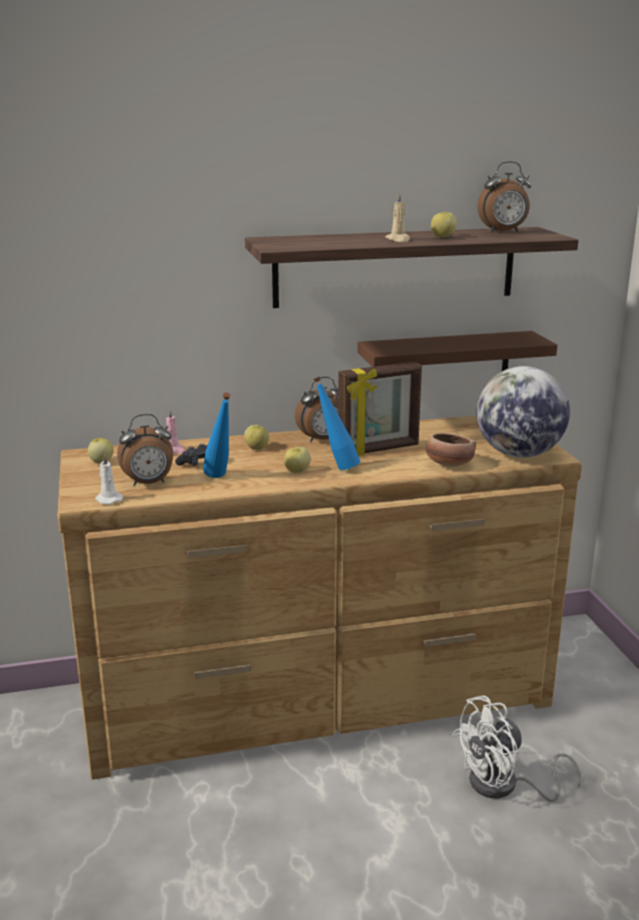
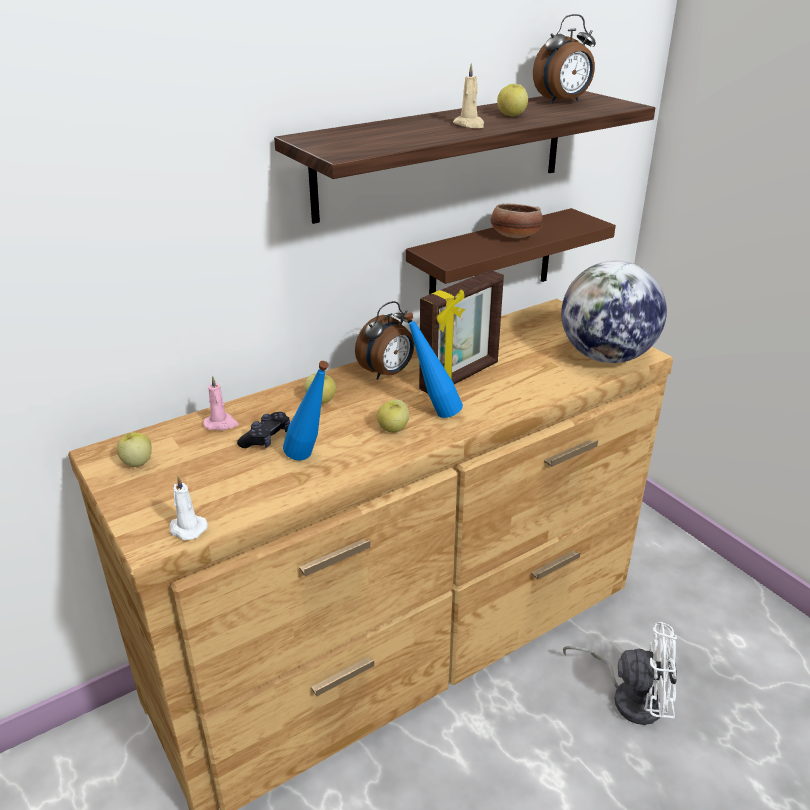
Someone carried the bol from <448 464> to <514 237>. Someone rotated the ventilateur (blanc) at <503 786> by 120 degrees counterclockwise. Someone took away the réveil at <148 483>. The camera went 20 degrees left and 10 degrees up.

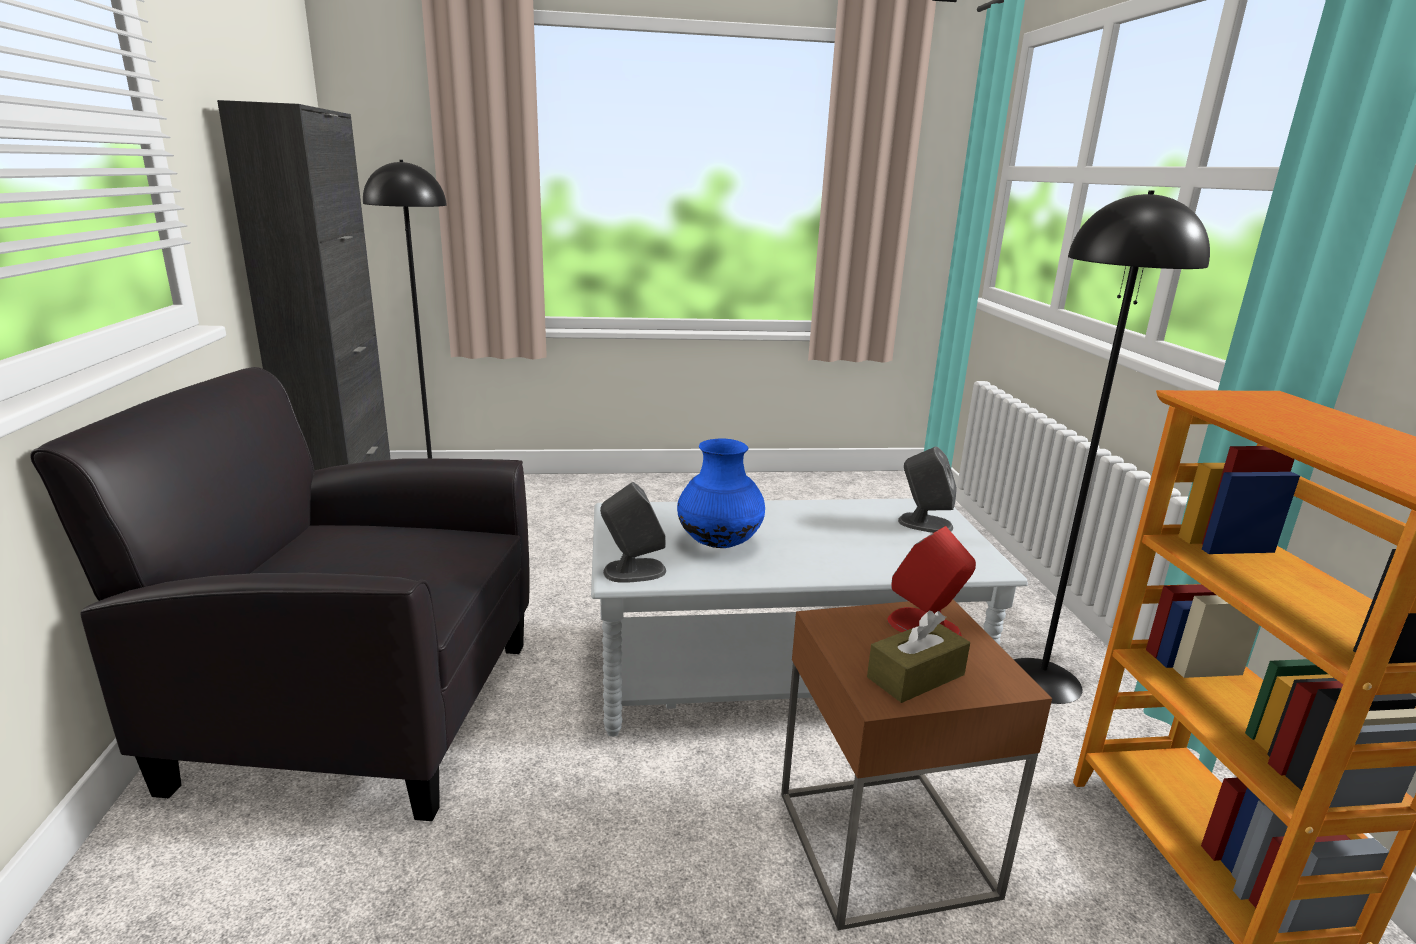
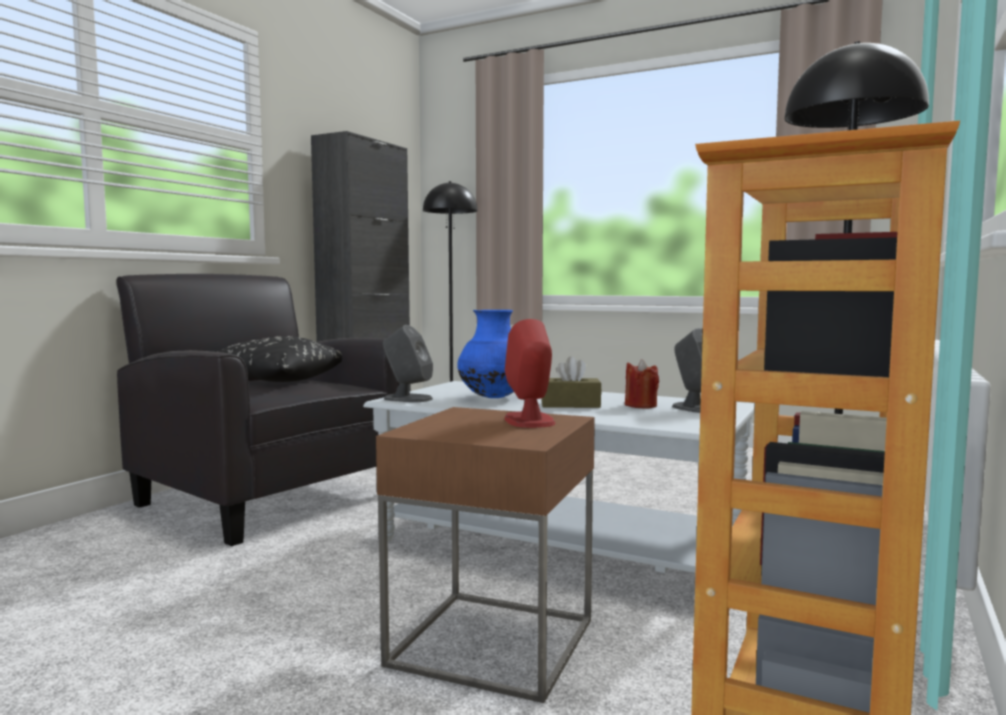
Someone put down the coussin (noir) at <275 380>. Someone carried the boîte à mouchoirs (marron) from <915 676> to <570 405>. Someone put down the bougie (rouge) at <640 405>. The camera went 35 degrees right and 15 degrees down.

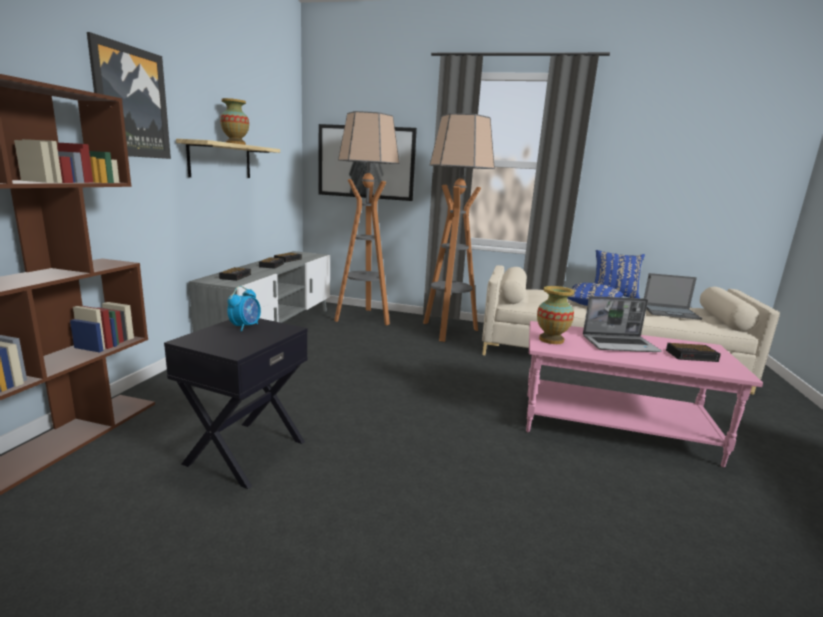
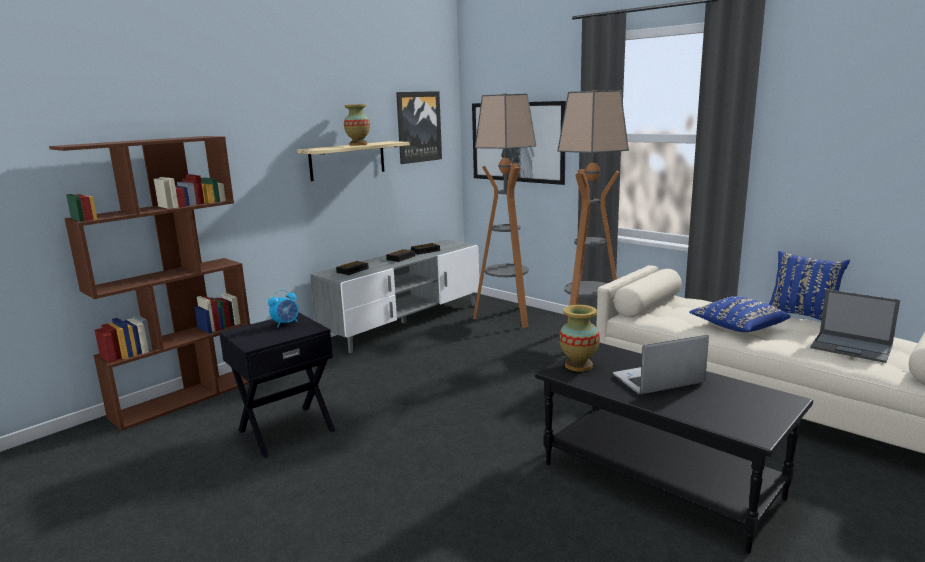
Someone carried the tableau from <131 102> to <418 127>. Someone repainted the table basse (rose) at <614 426>, which became the table basse (noir) at <661 480>. Someone rotated the ordinateur portable at <620 344> by 135 degrees clockwise. Someone took away the réveil at <692 356>. The camera went 30 degrees right and 0 degrees up.

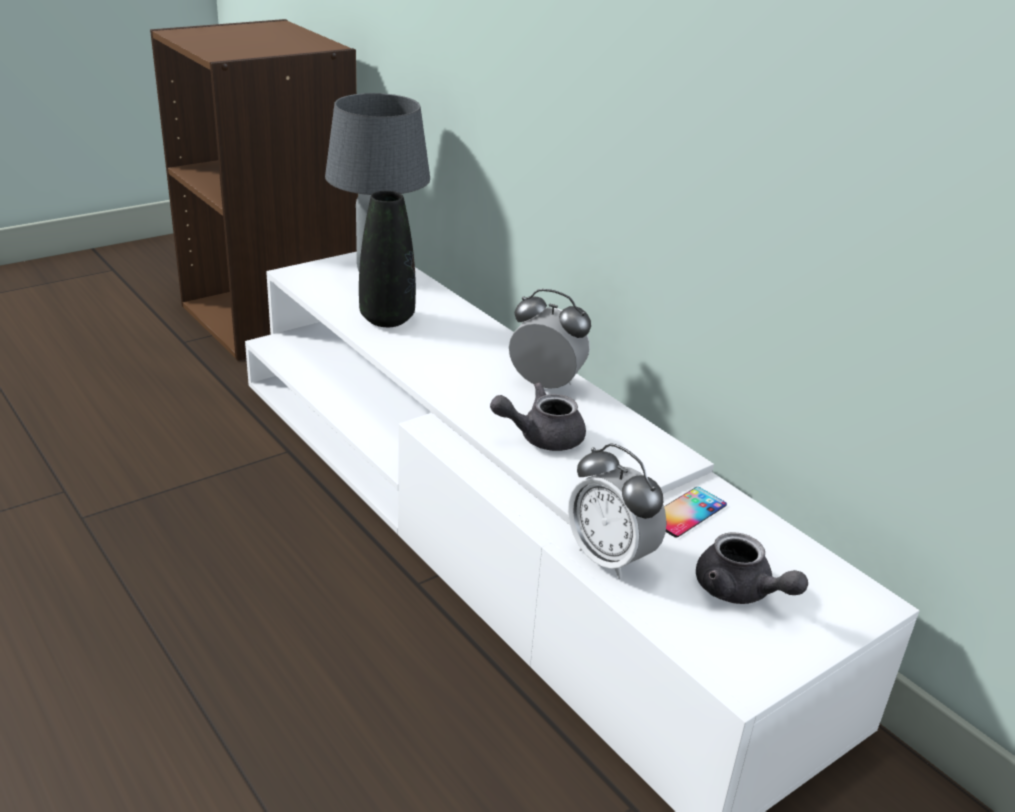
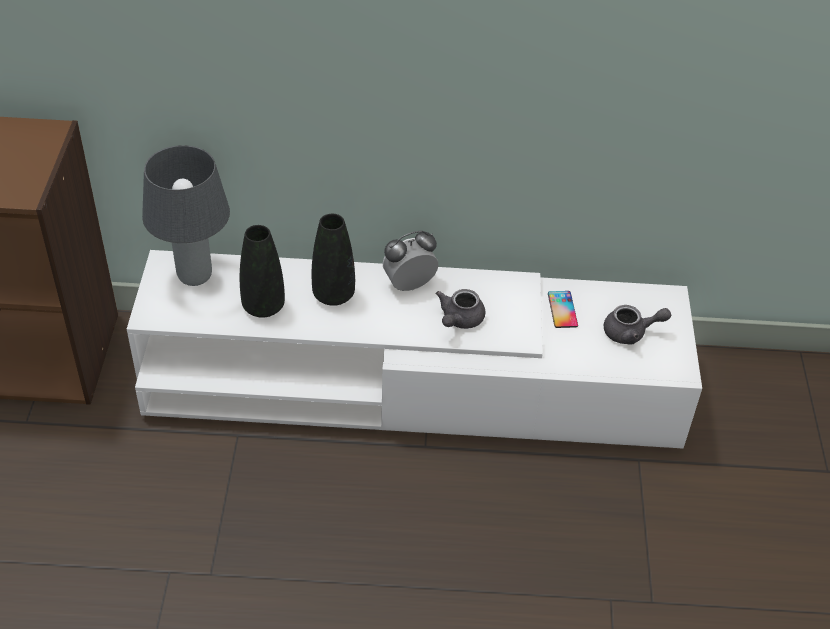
Someone put down the vase (noir) at <333 295>. Someone took away the réveil at <610 558>. The camera went 50 degrees left and 15 degrees up.

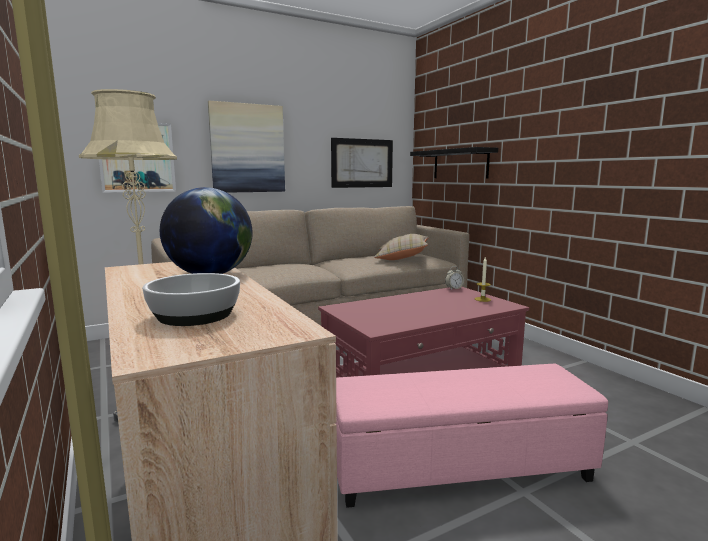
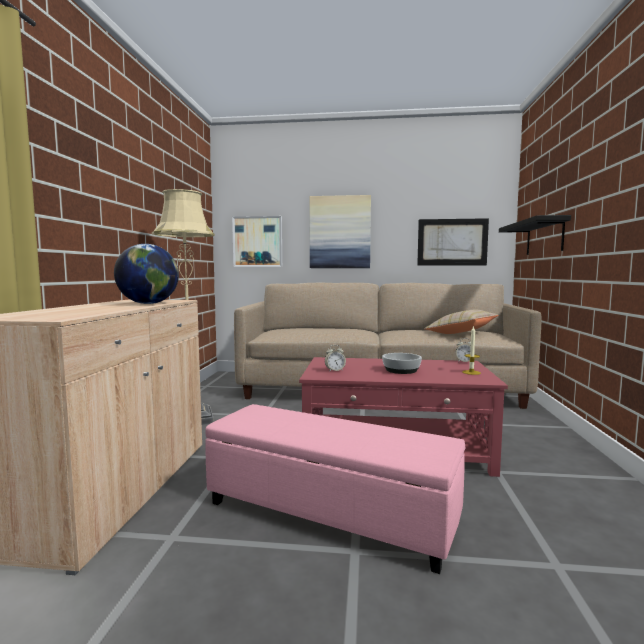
Someone put down the réveil at <335 370>. Someone carried the bol from <193 315> to <401 370>. The camera went 35 degrees right and 5 degrees down.

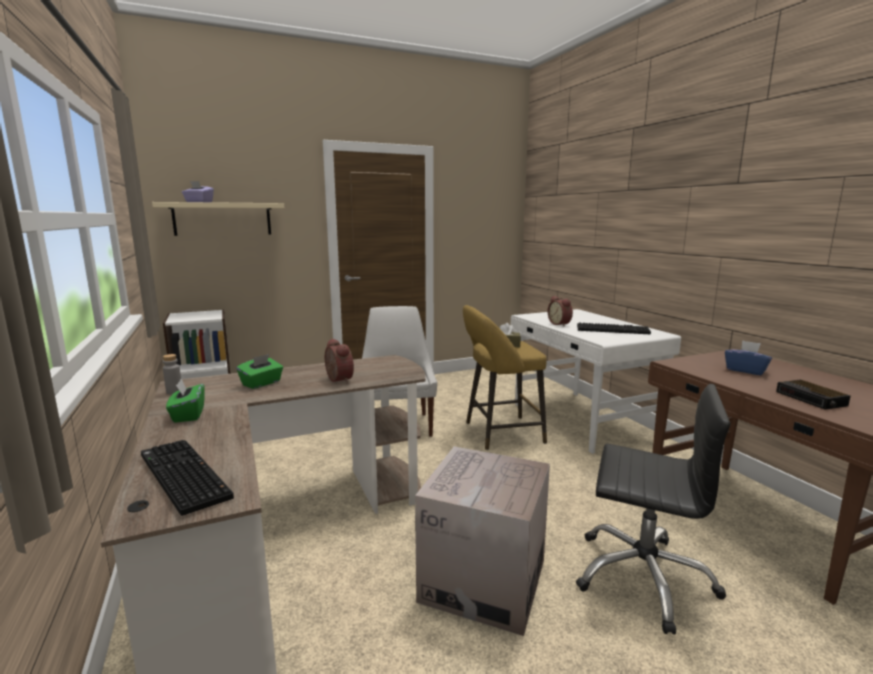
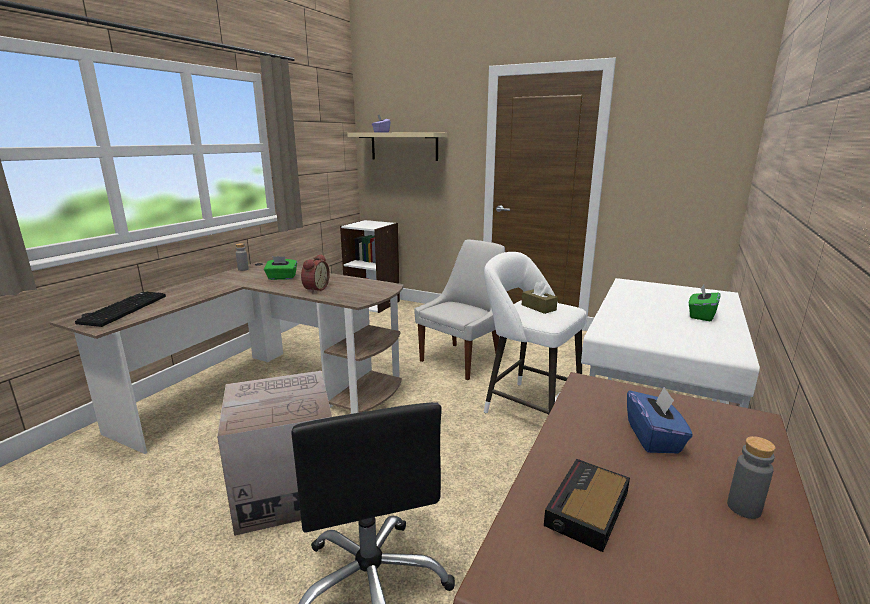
Someone repainted the tabouret (jaune) at <499 433>, which became the tabouret (blanc) at <527 406>. Someone carried the boîte à mouchoirs (vert) from <188 415> to <701 315>. Someone put down the bouteille (gris) at <744 508>. Someone took away the réveil at <560 324>. Someone took away the clavier at <613 330>. The camera went 50 degrees right and 5 degrees up.

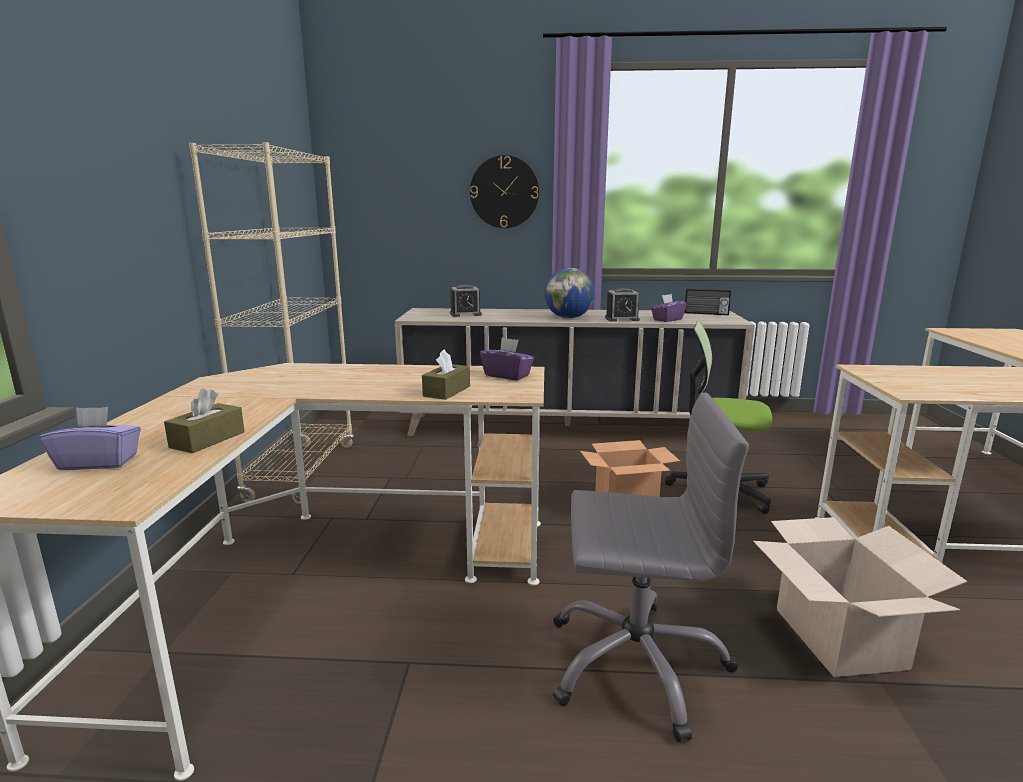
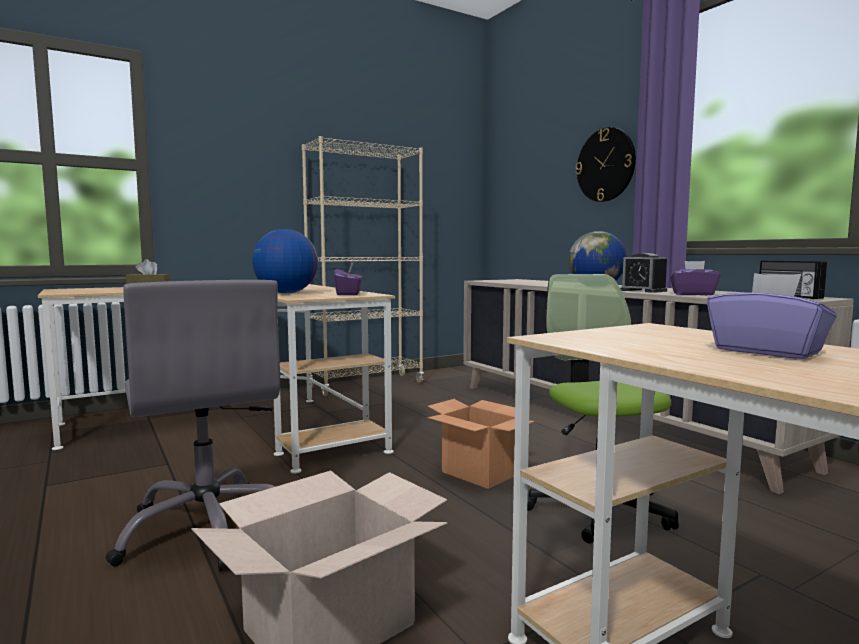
Someone swapped the boîte à mouchoirs (marron) at <447 391> for the globe at <286 293>. Someone carried the boîte à mouchoirs (violet) from <99 462> to <767 351>. Someone took away the réveil at <465 314>. The camera went 55 degrees right and 10 degrees down.

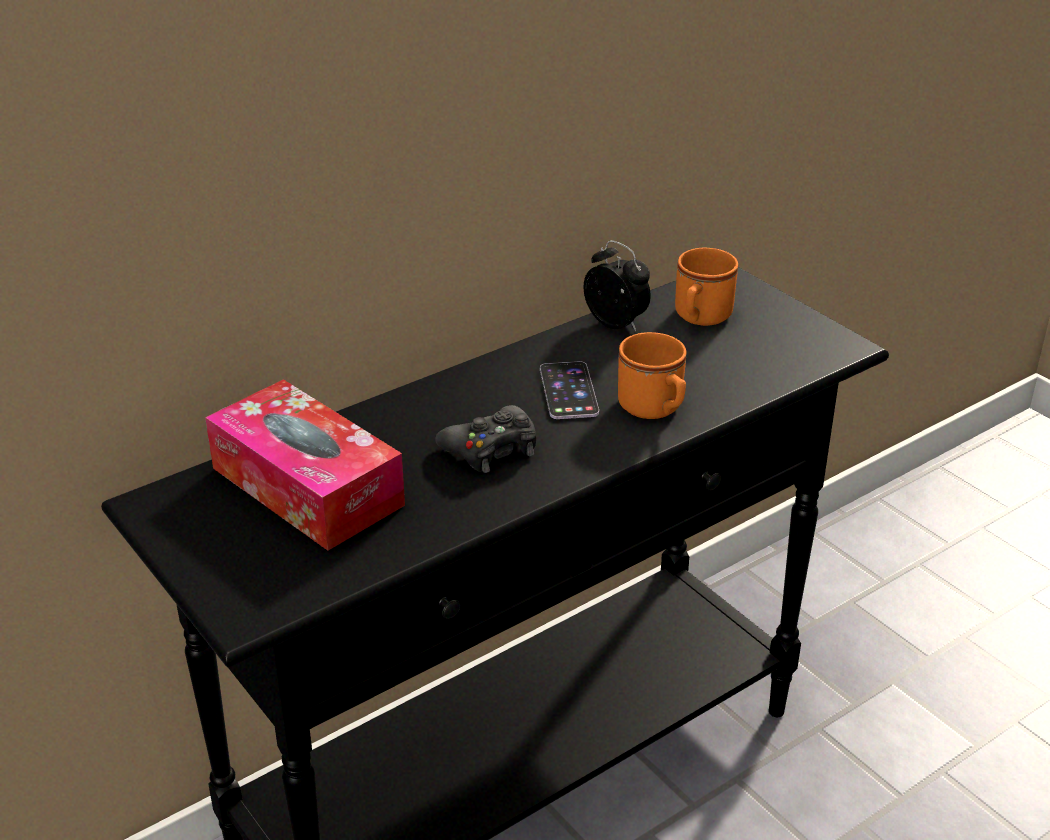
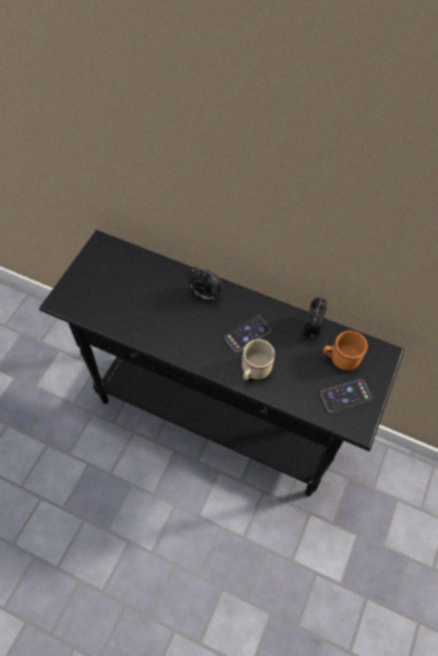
Someone put down the réveil at <204 295>. Someone repainted the mug (orange) at <655 409>, which became the mug (beige) at <254 371>. Someone put down the téléphone at <345 396>. Someone took away the boîte à mouchoirs at <307 486>. Someone took away the manette (noir) at <491 449>. The camera went 60 degrees right and 25 degrees up.

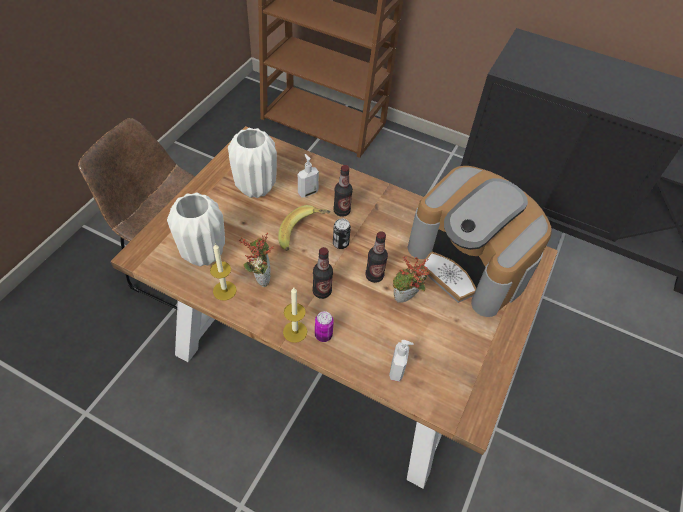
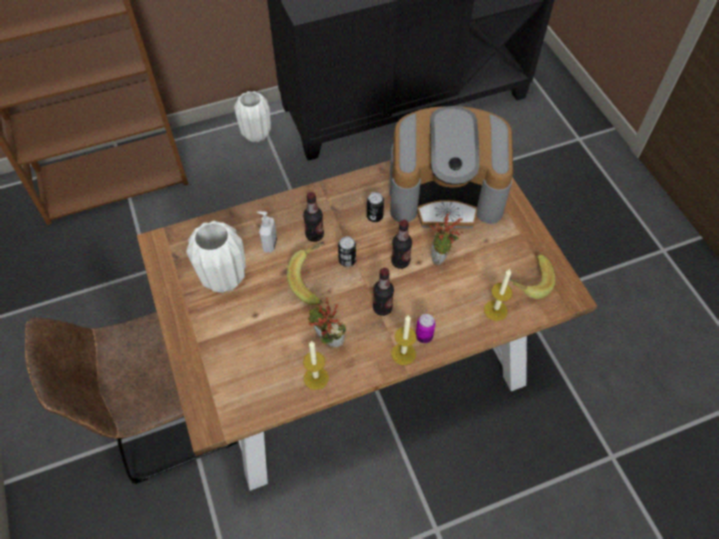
Someone carried the vase (blanc) from <203 253> to <256 135>. Someone put down the boîte métallique at <374 216>. Someone swapped the distributeur de savon at <397 370> for the bougie at <495 310>. Someone put down the banane at <526 282>. The camera went 45 degrees left and 5 degrees up.

